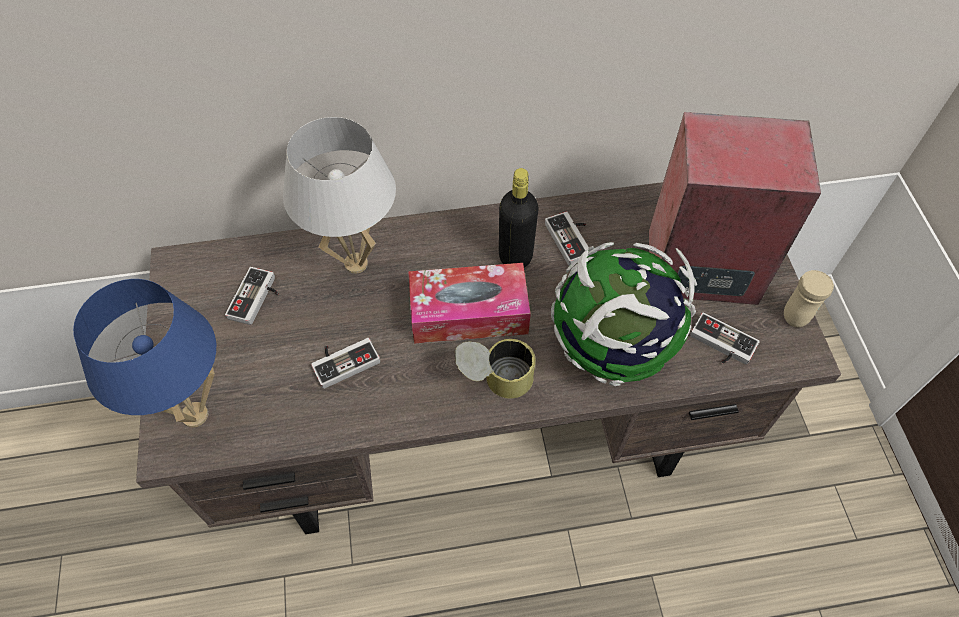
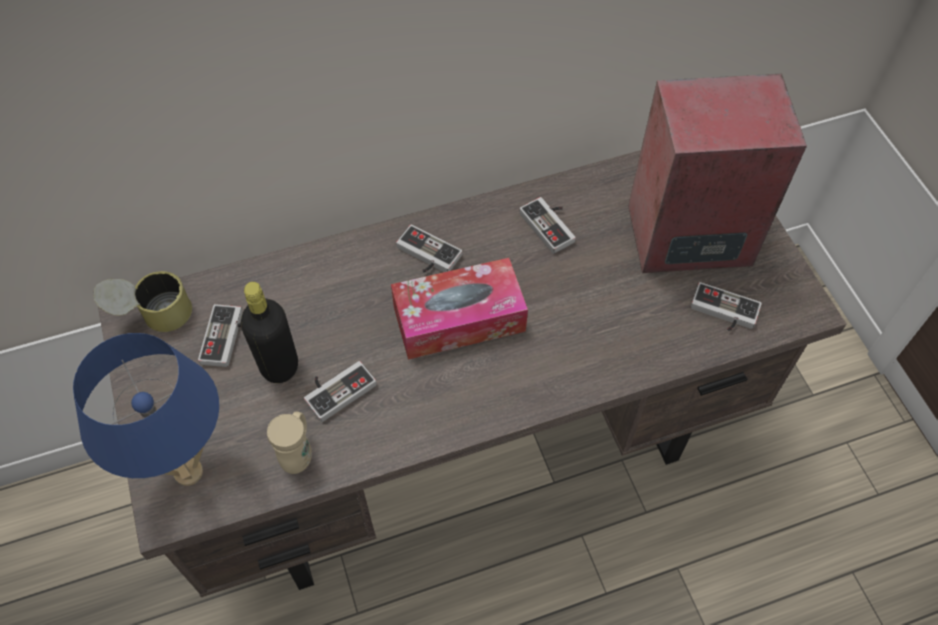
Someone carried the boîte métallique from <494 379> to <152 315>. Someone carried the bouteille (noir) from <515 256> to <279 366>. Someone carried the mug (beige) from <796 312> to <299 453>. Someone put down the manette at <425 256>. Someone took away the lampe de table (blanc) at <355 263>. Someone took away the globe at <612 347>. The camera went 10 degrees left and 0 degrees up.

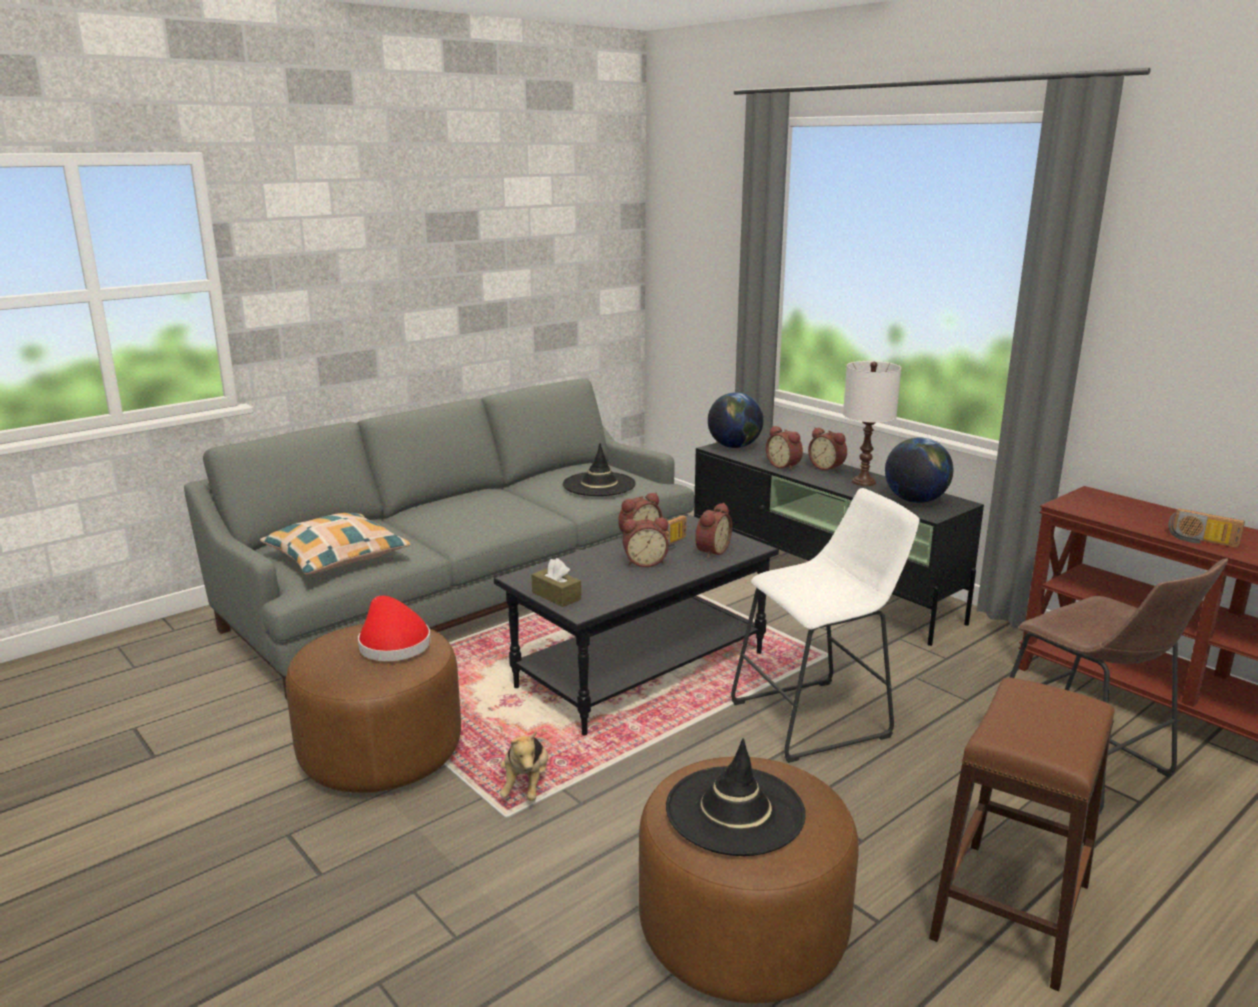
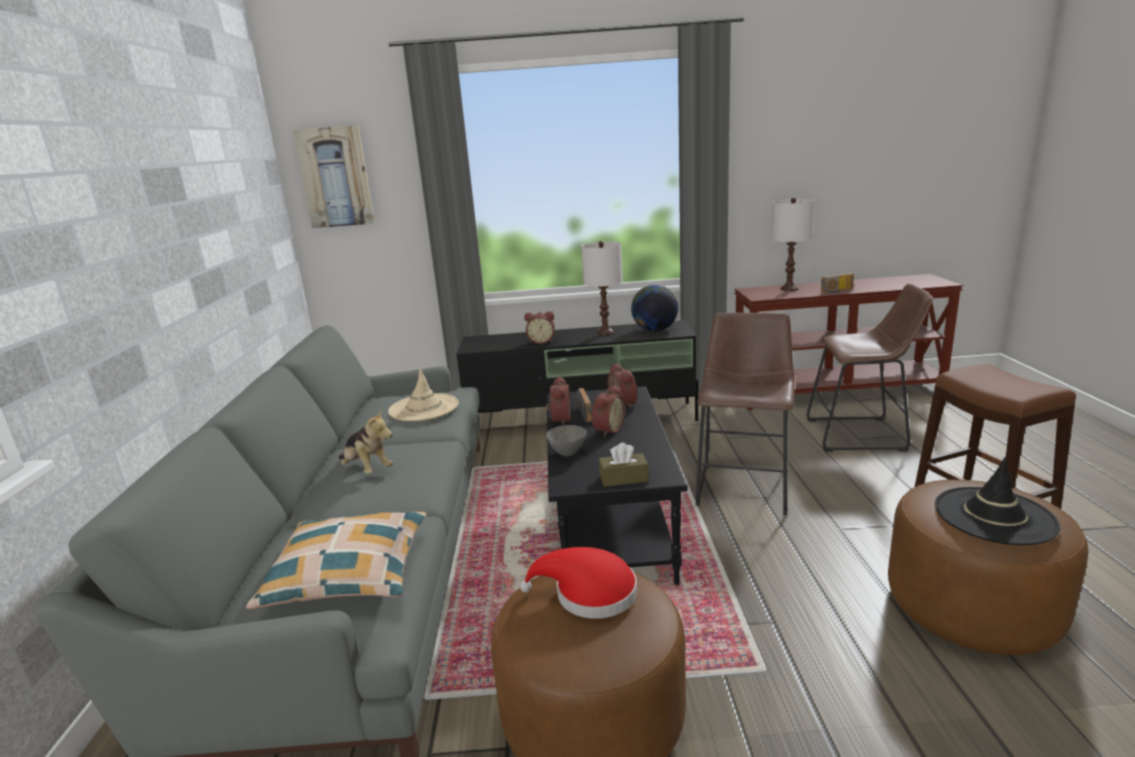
Someone put up the tableau at <335 177>. Someone carried the peluche from <526 785> to <367 469>. Someone repainted the chapeau (noir) at <599 485>, which became the chapeau (beige) at <423 408>. Someone put down the bol (gris) at <567 453>. Someone repainted the tabouret (blanc) at <818 718>, which became the tabouret (marron) at <744 484>. Someone put down the lampe de table (blanc) at <788 289>. Someone took away the globe at <734 446>. Someone took away the réveil at <827 467>. The camera went 50 degrees left and 0 degrees up.

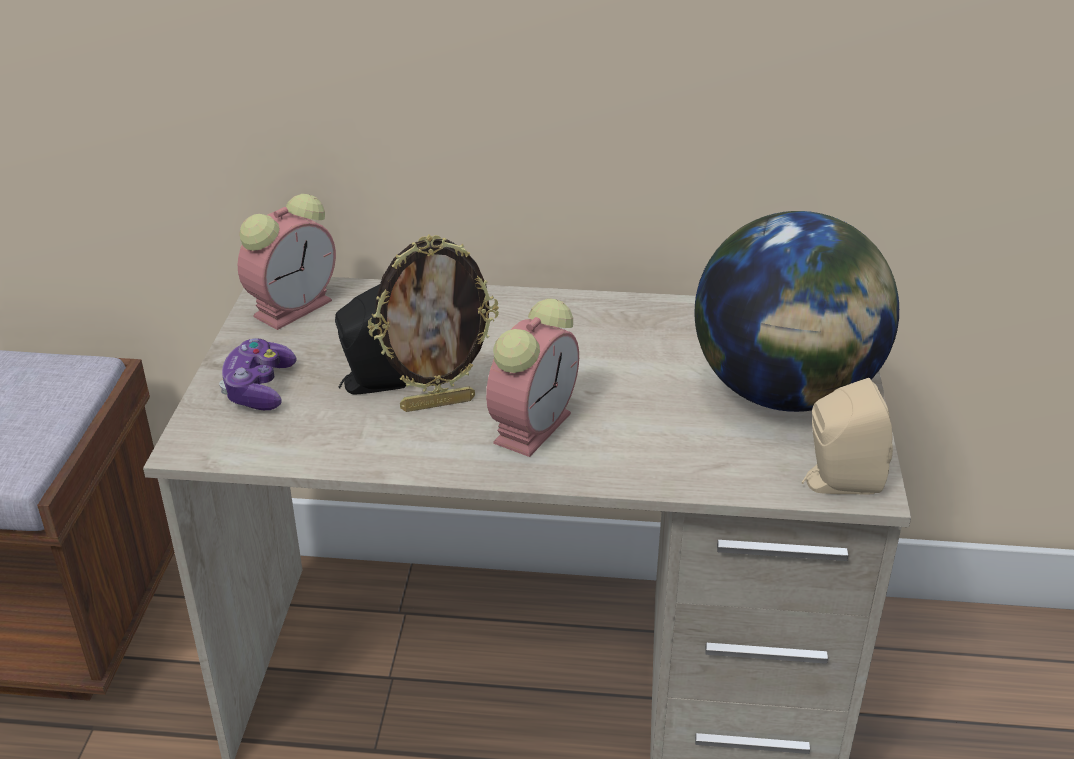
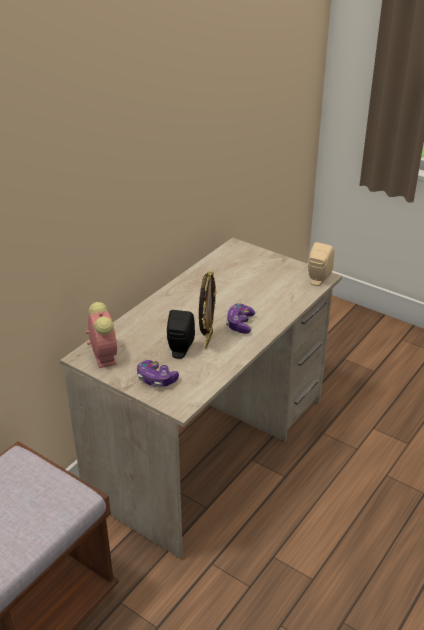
Someone swapped the réveil at <533 425> for the manette at <240 324>. Someone took away the globe at <784 393>. The camera went 60 degrees left and 0 degrees up.

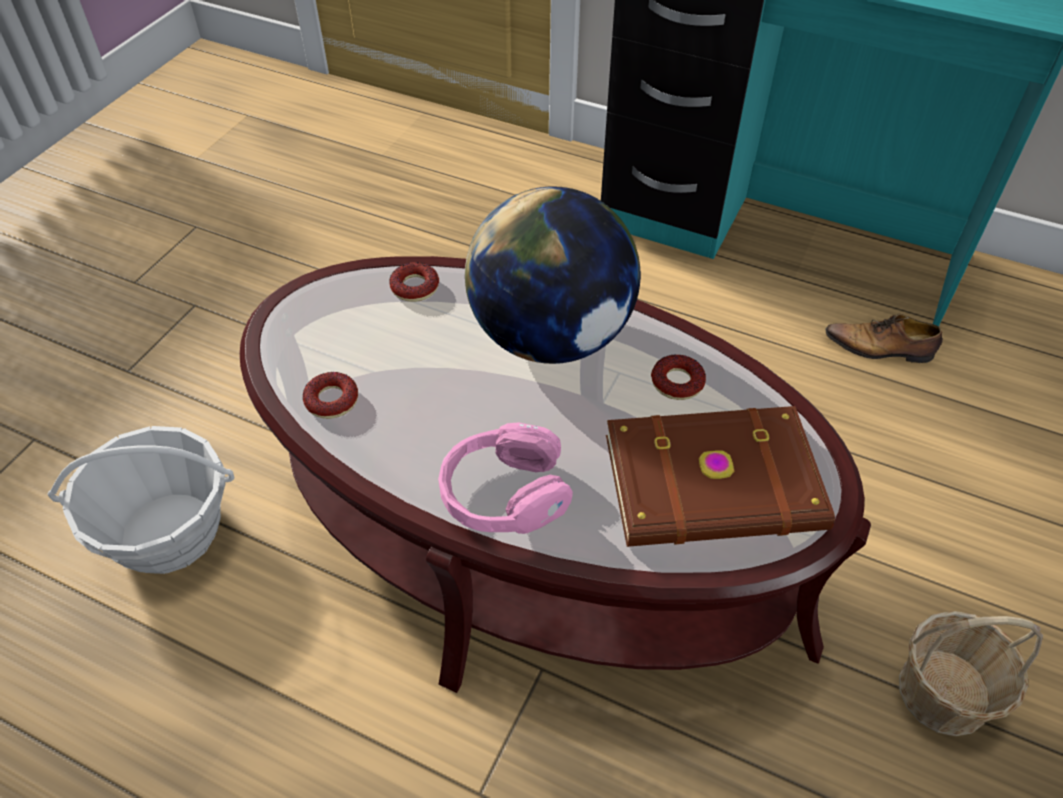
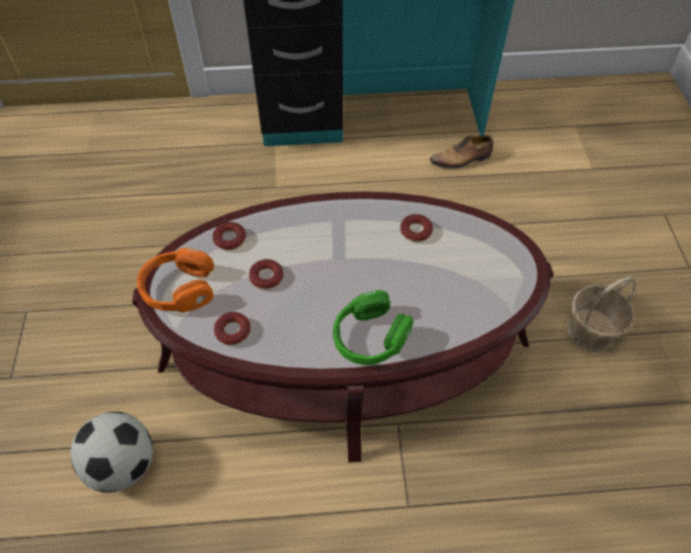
Someone swapped the panier at <169 533> for the ballon de foot at <122 464>. Someone put down the casque audio (orange) at <179 289>. Someone put down the beignet at <266 277>. Someone repainted the casque audio (rose) at <504 494>, which became the casque audio (vert) at <370 337>. Someone took away the globe at <551 337>. Someone took away the livre (marron) at <715 486>. The camera went 30 degrees left and 5 degrees up.

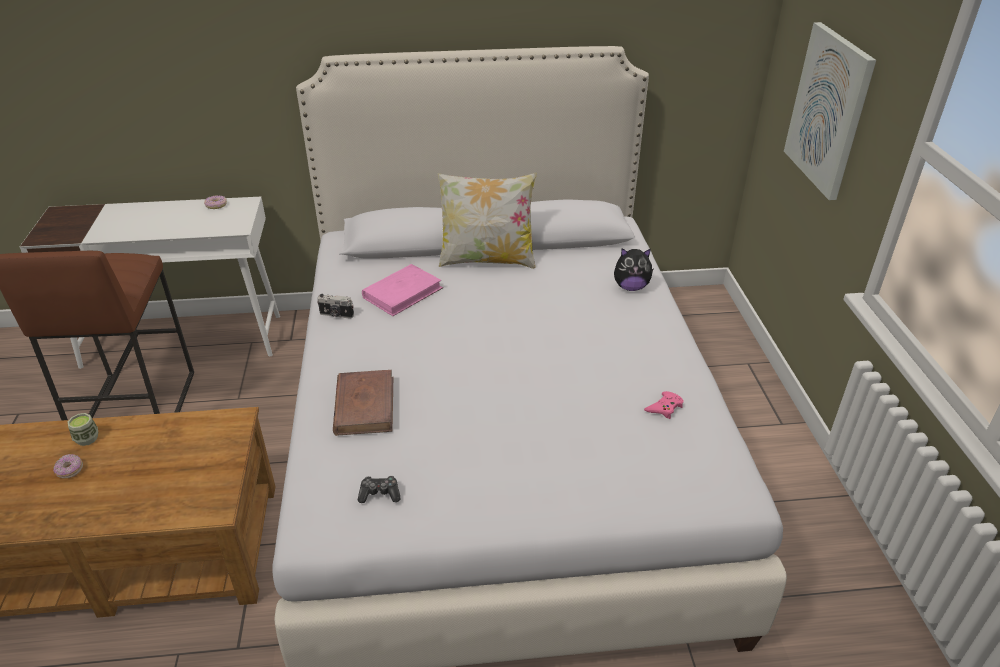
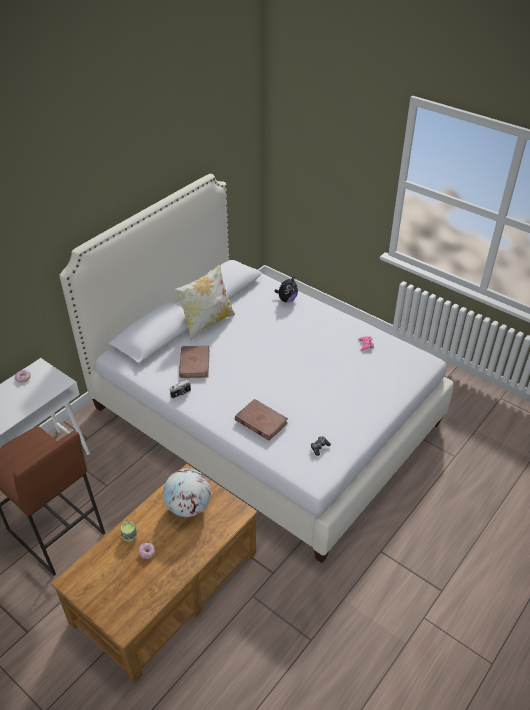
Someone put down the globe at <188 507>. Someone repainted the livre (rose) at <403 293>, which became the livre (marron) at <194 363>. Someone took away the tableau at <828 110>. The camera went 45 degrees left and 5 degrees up.

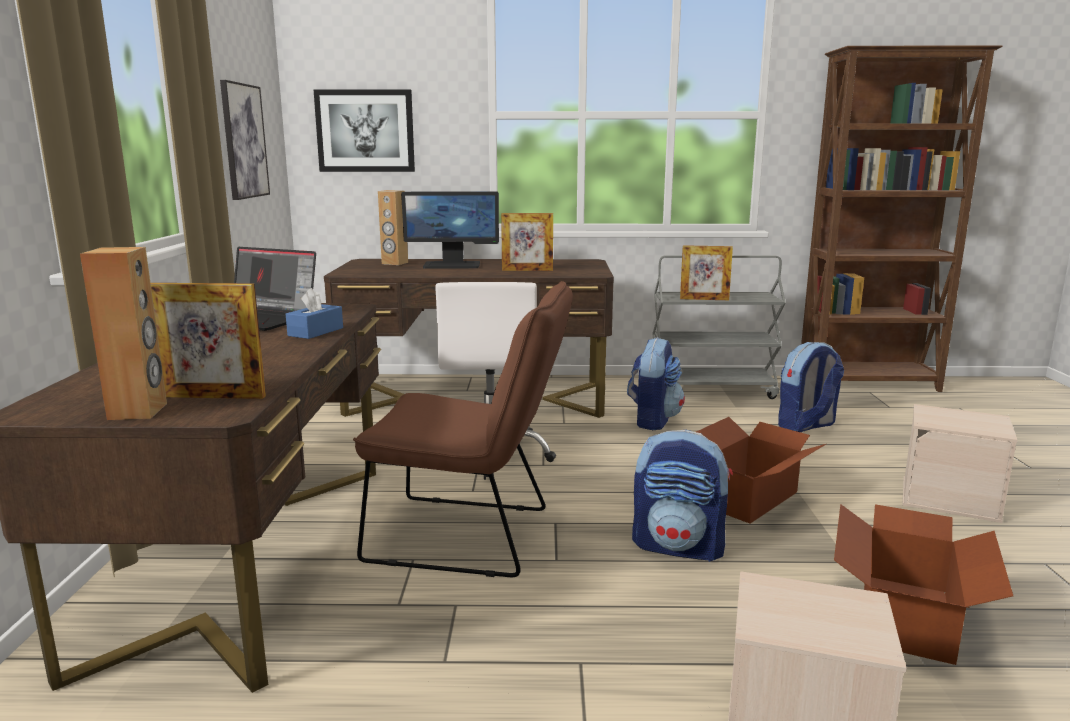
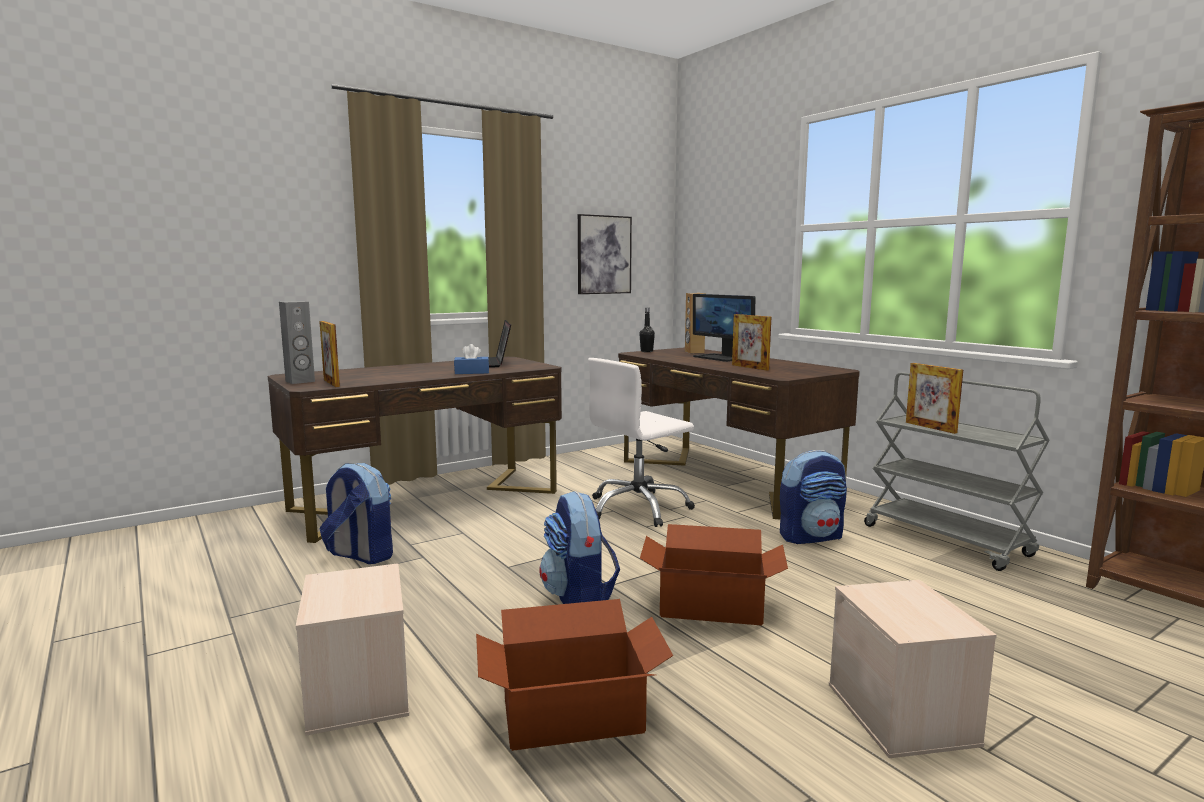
Someone repainted the enceinte (marron) at <138 411>, which became the enceinte (gris) at <300 381>. Someone carried the sac à dos from <806 426> to <360 555>. Someone put down the bouteille (noir) at <646 351>. Someone took away the tableau at <365 131>. Someone took away the chaise (marron) at <471 537>. The camera went 55 degrees right and 5 degrees down.

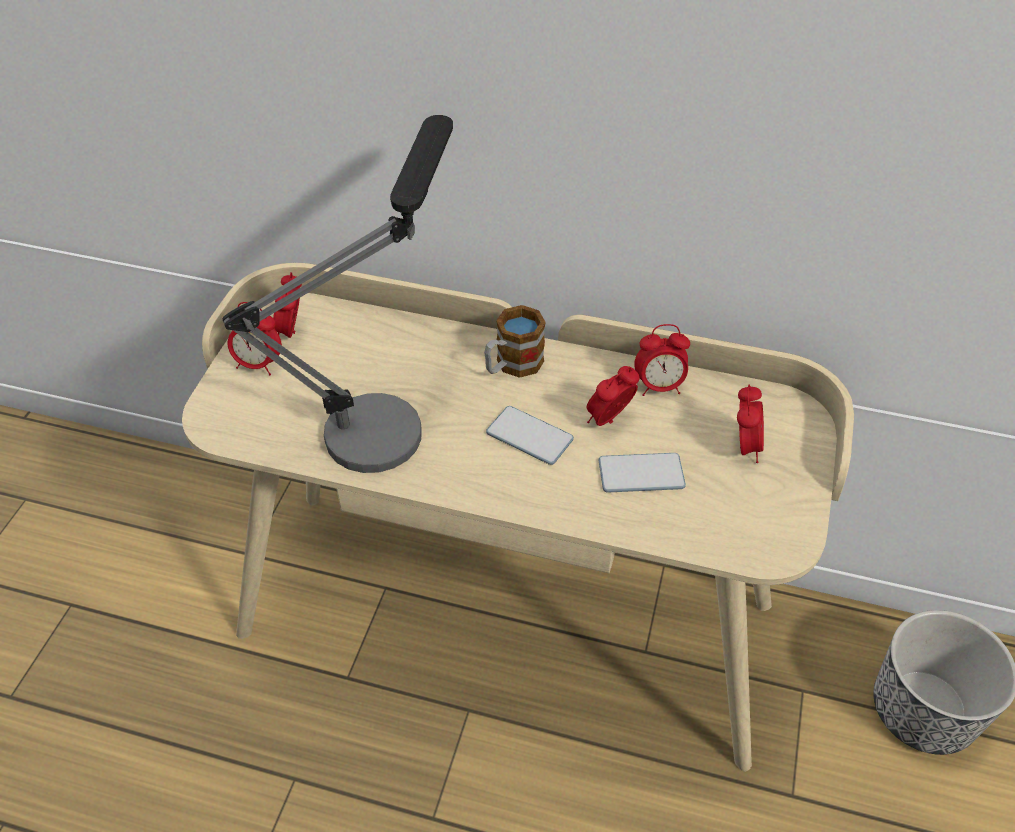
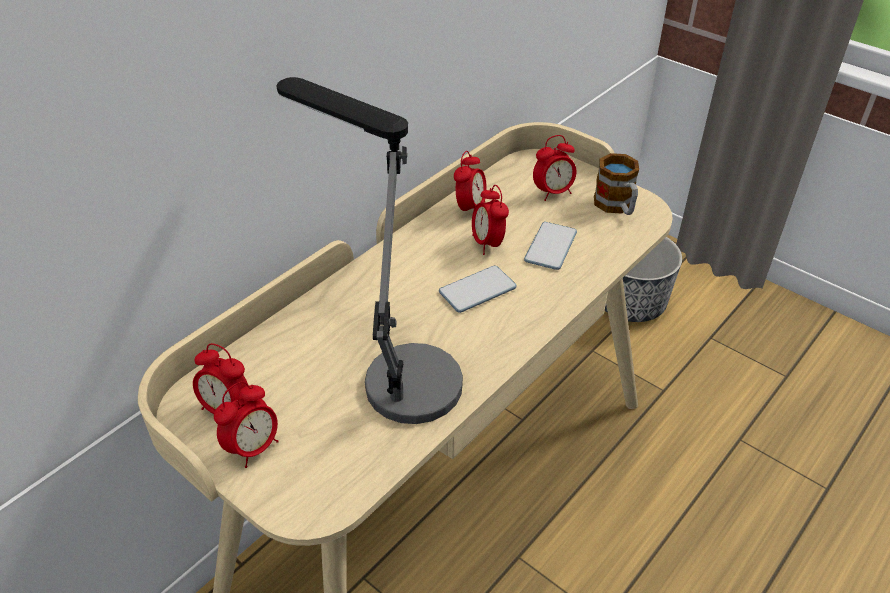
Someone rotated the réveil at <744 447> by 120 degrees clockwise. Someone carried the mug from <512 365> to <616 207>. The camera went 65 degrees left and 5 degrees down.

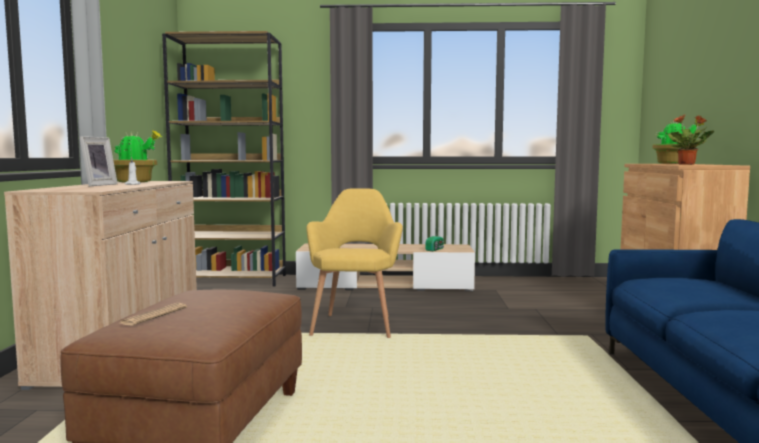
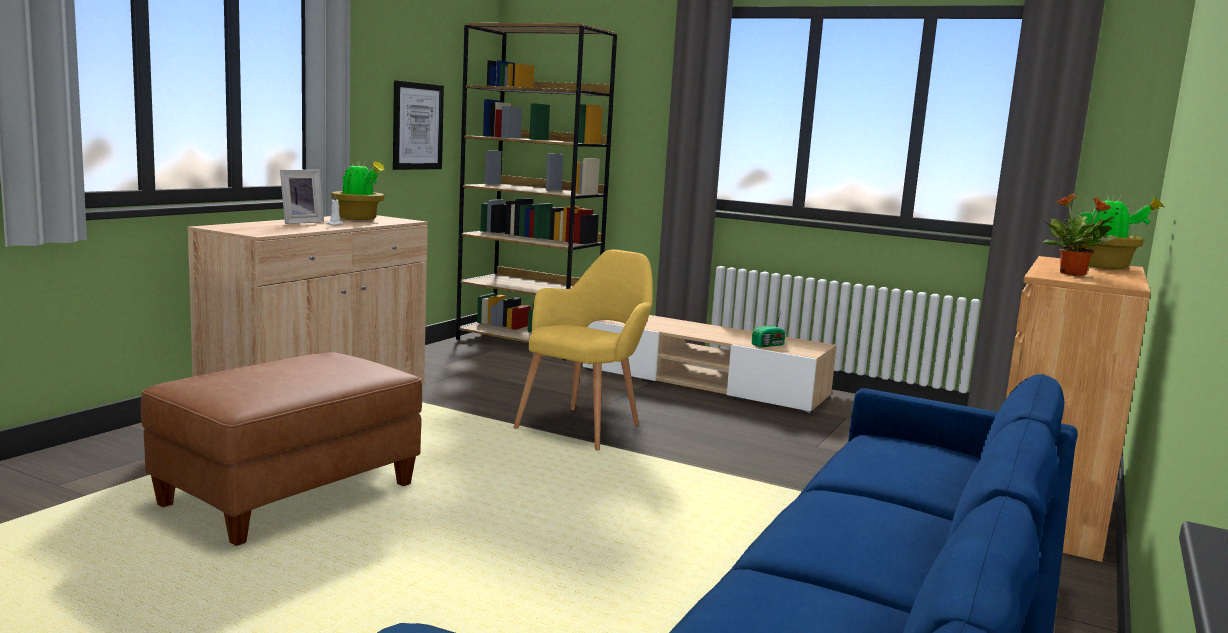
Someone put up the tableau at <417 126>. Someone took away the journal at <154 315>. The camera went 25 degrees right and 5 degrees up.

